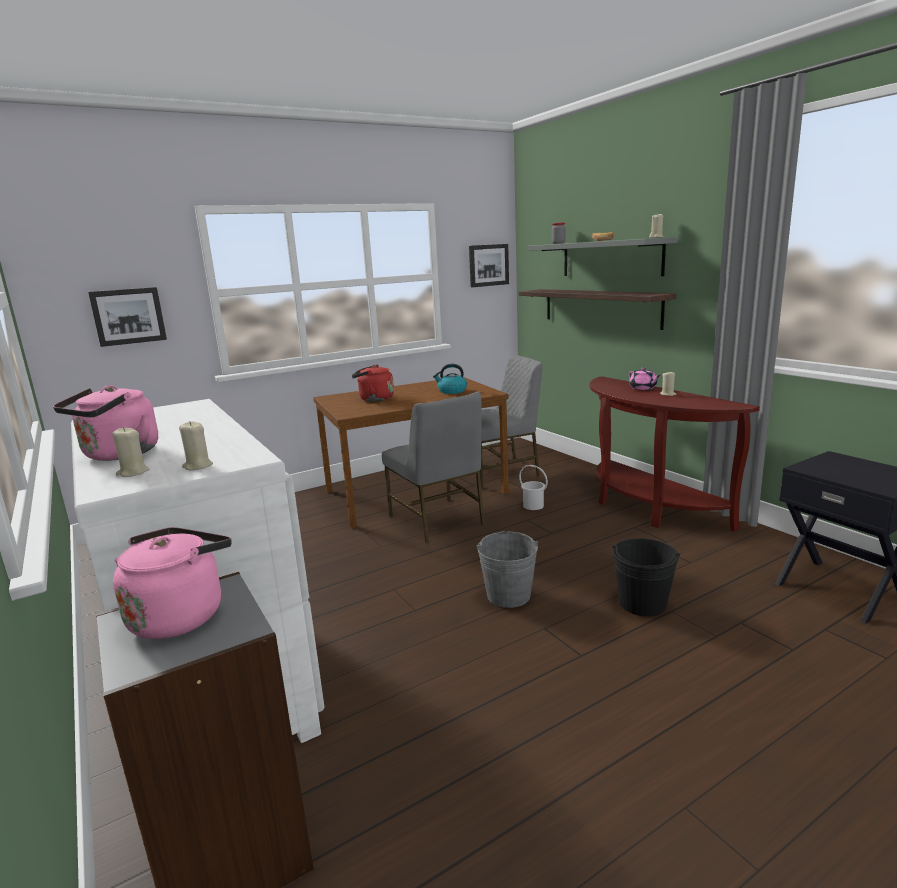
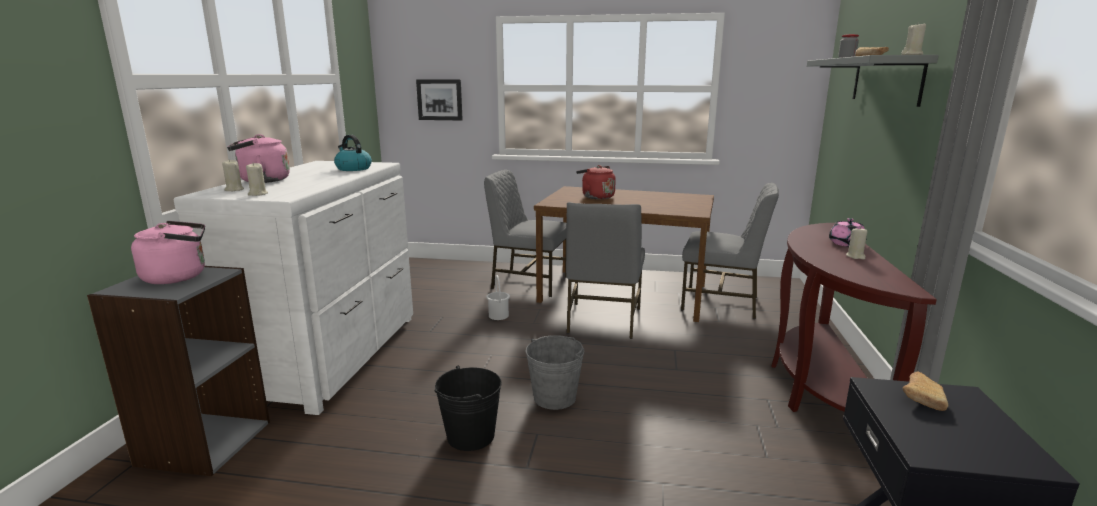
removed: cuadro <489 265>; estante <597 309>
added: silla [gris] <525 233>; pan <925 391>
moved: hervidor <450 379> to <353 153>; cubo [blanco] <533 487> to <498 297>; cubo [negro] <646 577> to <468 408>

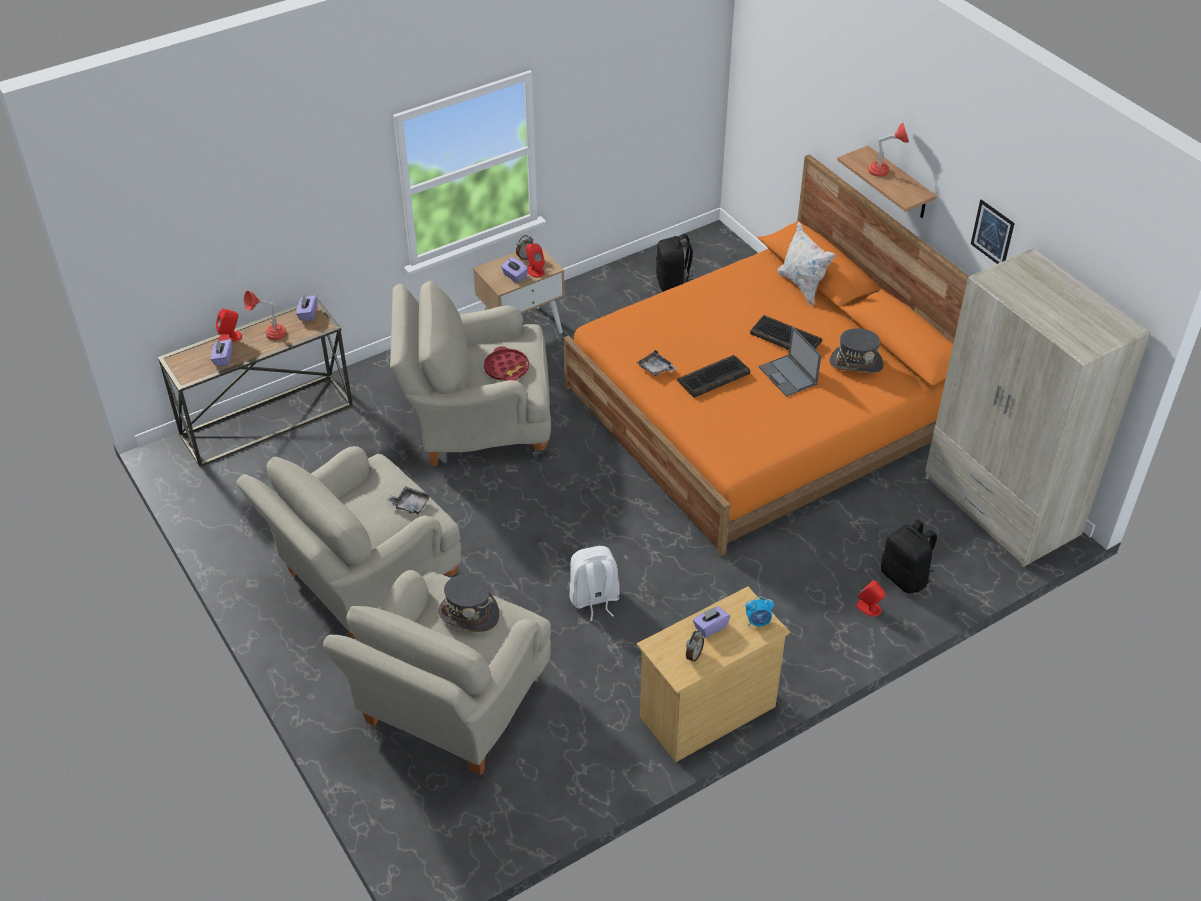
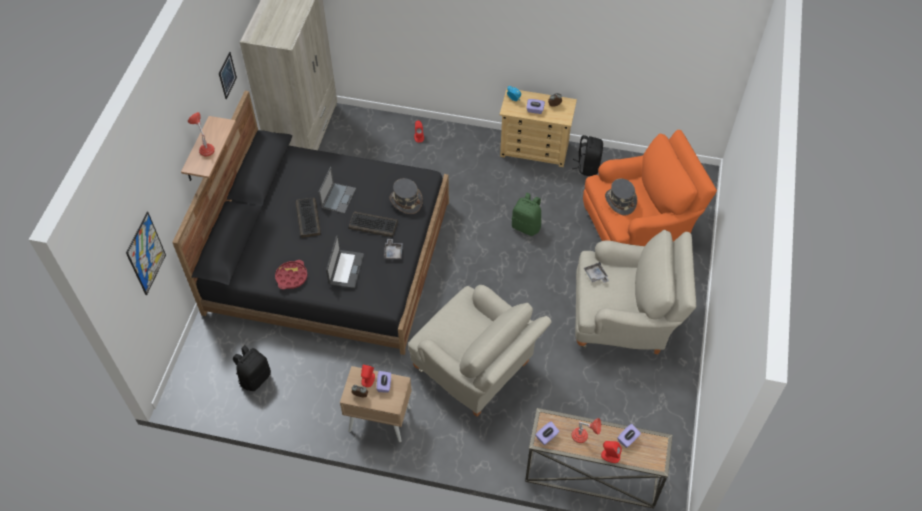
removed: cojín [blanco] <806 264>
added: cuadro <146 253>; portátil <345 262>
moved: bandeja [rojo] <506 363> to <291 275>; sombrero [gris] <856 350> to <406 196>; mochila [negro] <909 556> to <587 155>
recoloured: sillón [beis] <437 672> to sillón [naranja] <650 188>; cama [naranja] <766 355> to cama [negro] <310 223>; mochila [blanco] <594 583> to mochila [verde] <526 214>

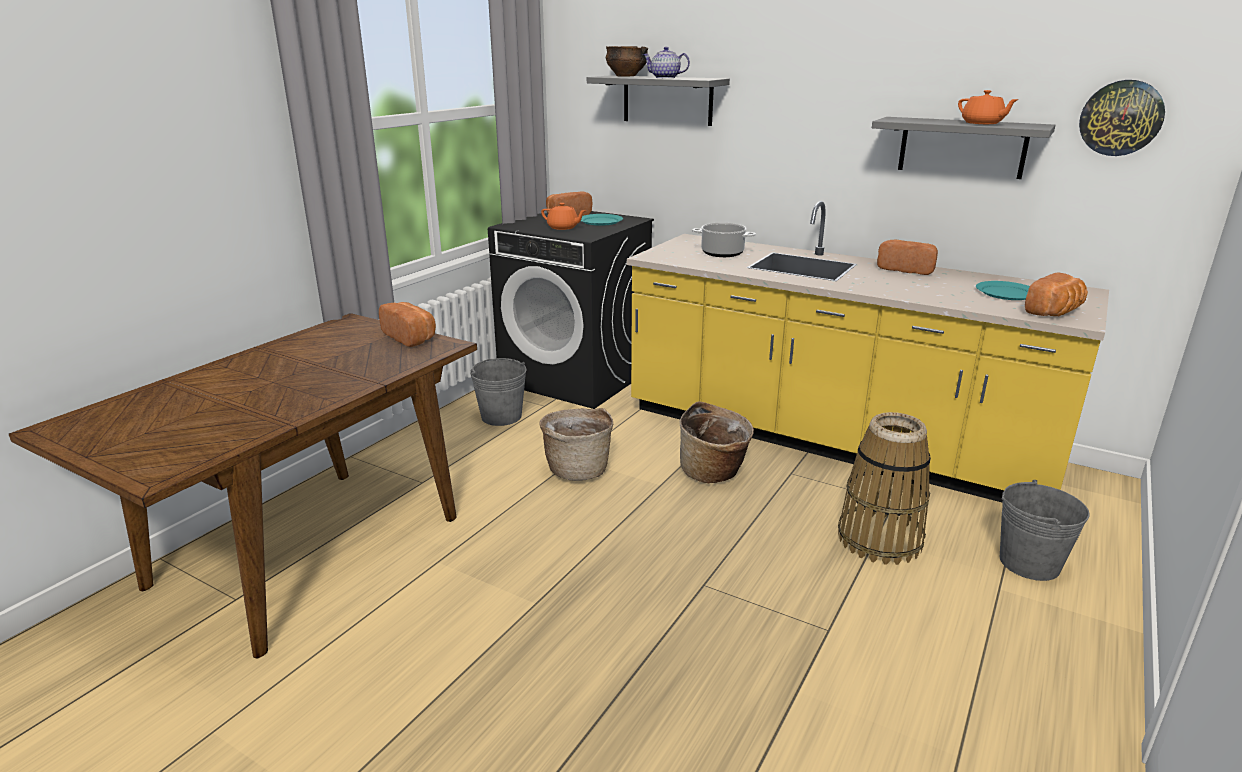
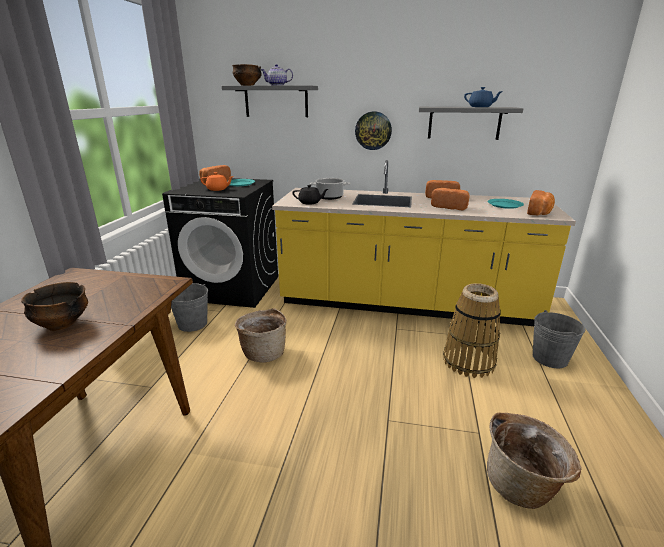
added: cuenco <54 306>; tetera [negro] <310 194>
moved: pan <407 324> to <450 199>; cesta <717 442> to <534 461>; reloj de pared <1122 118> to <373 130>
recoloured: tetera [naranja] <988 107> to tetera [azul] <483 97>

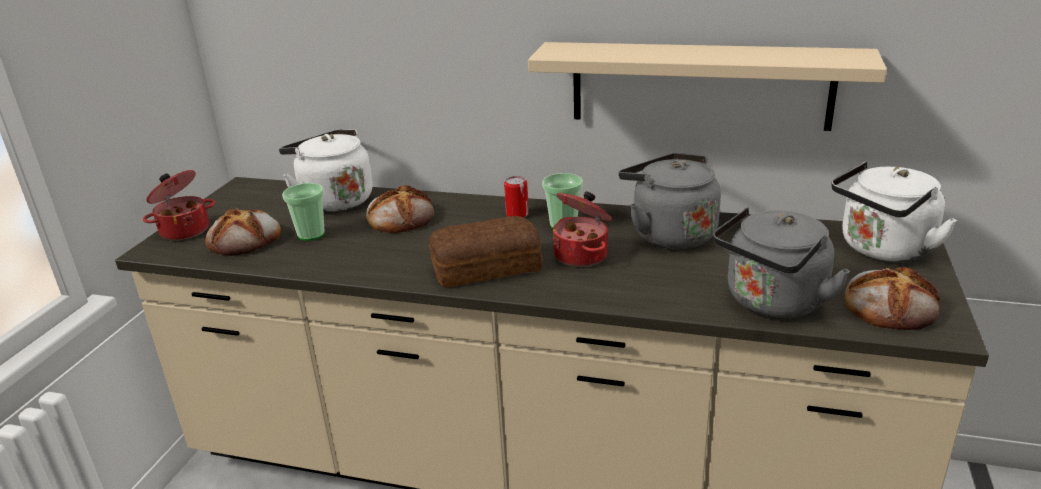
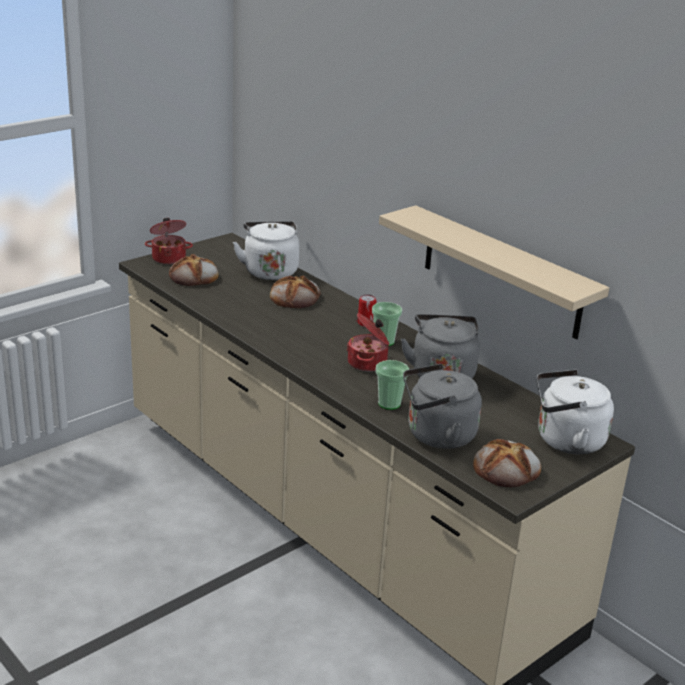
removed: pan <486 252>
moved: taza <303 212> to <392 385>

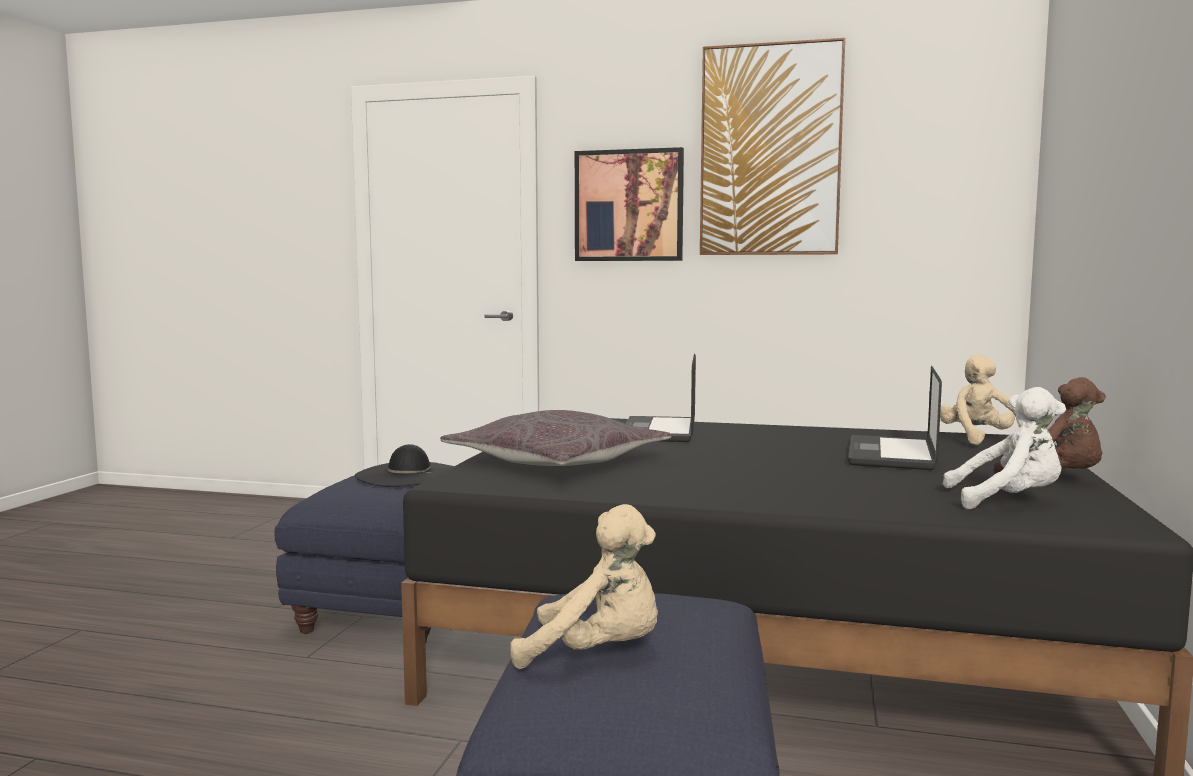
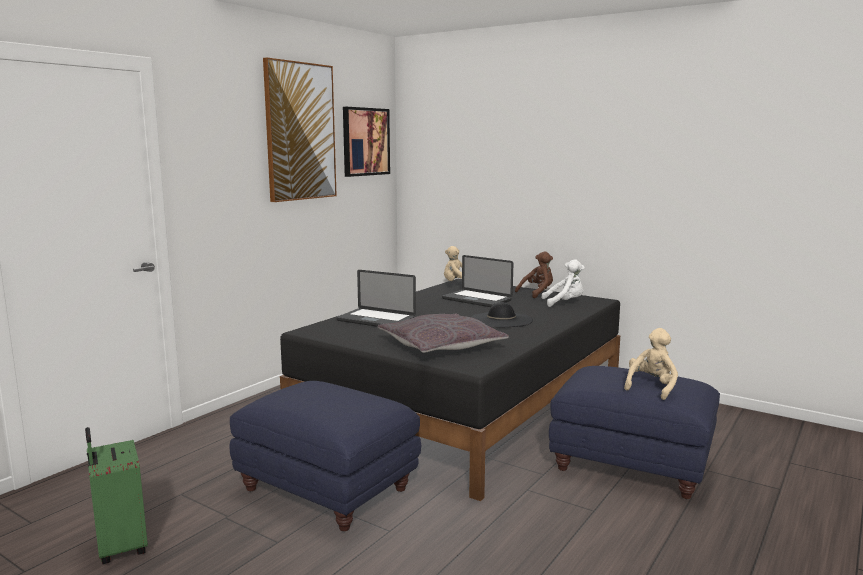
added: maleta [verde] <116 495>
moved: sombrero [negro] <404 465> to <502 315>; cuadro <629 204> to <366 142>
turned: peluche [blanco] <1004 448> = <563 283> 60 degrees clockwise

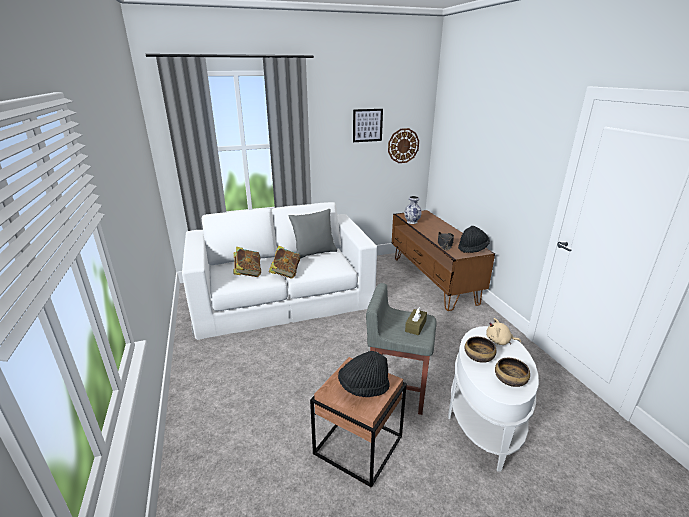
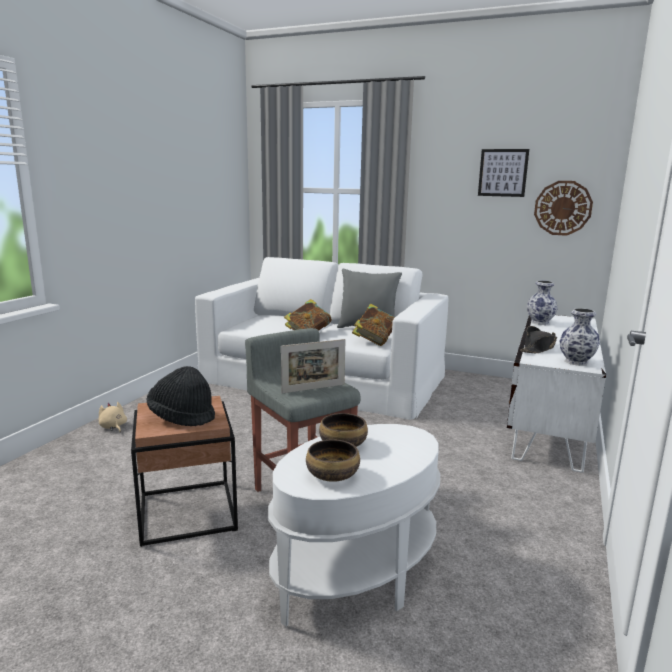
moved: libro <247 262> to <373 325>; peluche [beis] <503 331> to <113 417>
replaced: caja de pañuelos [marrón] <416 321> to portarretratos <313 366>; sombrero [negro] <474 239> to florero <580 337>
recoloured: mueble de televisión [marrón] <443 260> to mueble de televisión [blanco] <556 394>

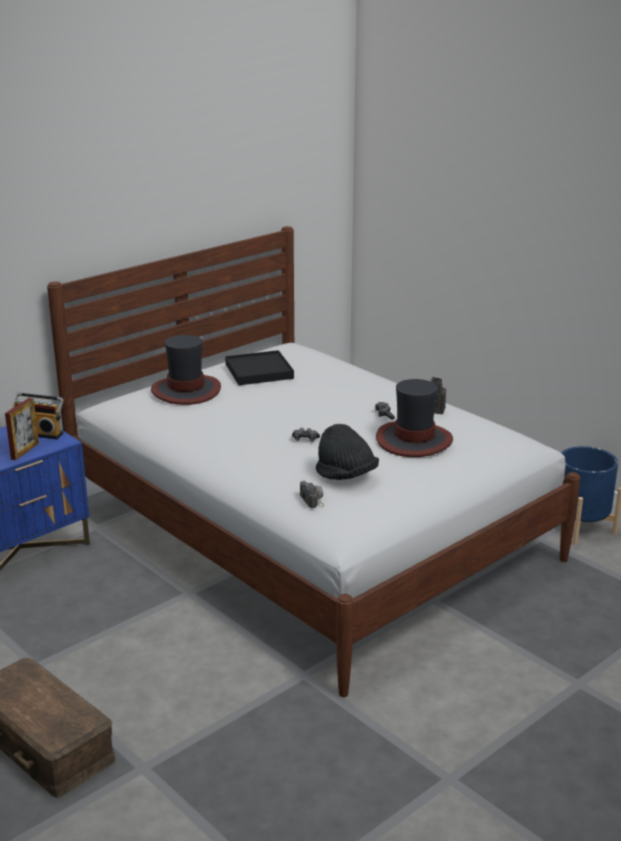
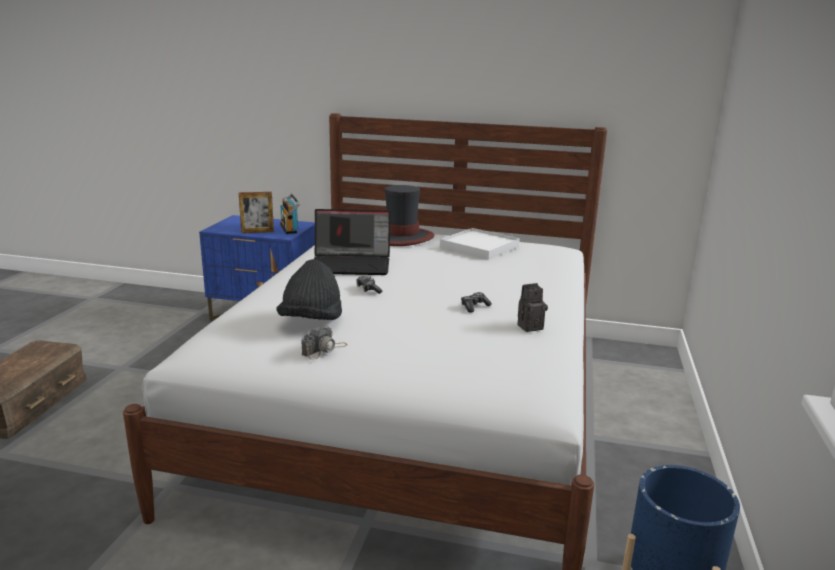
removed: sombrero <414 418>
added: portátil <352 242>
moved: cámara <312 494> to <324 343>
recoloured: bandeja [negro] <259 367> to bandeja [blanco] <480 244>

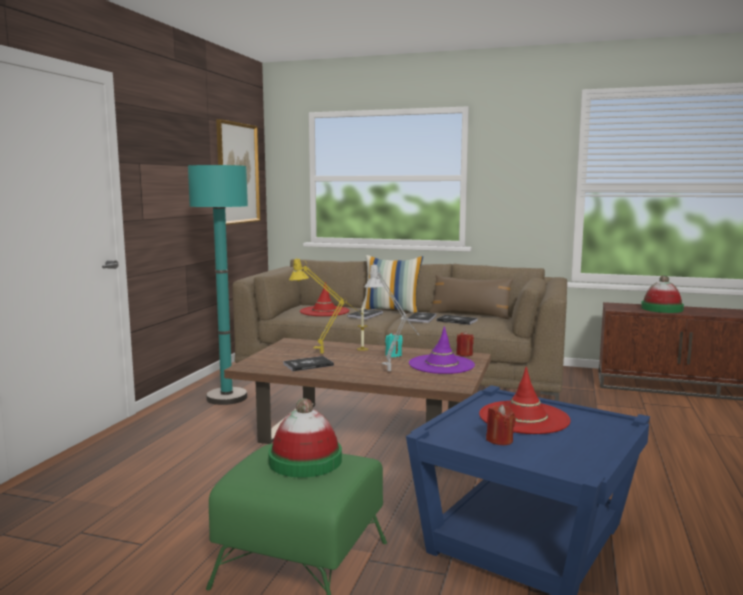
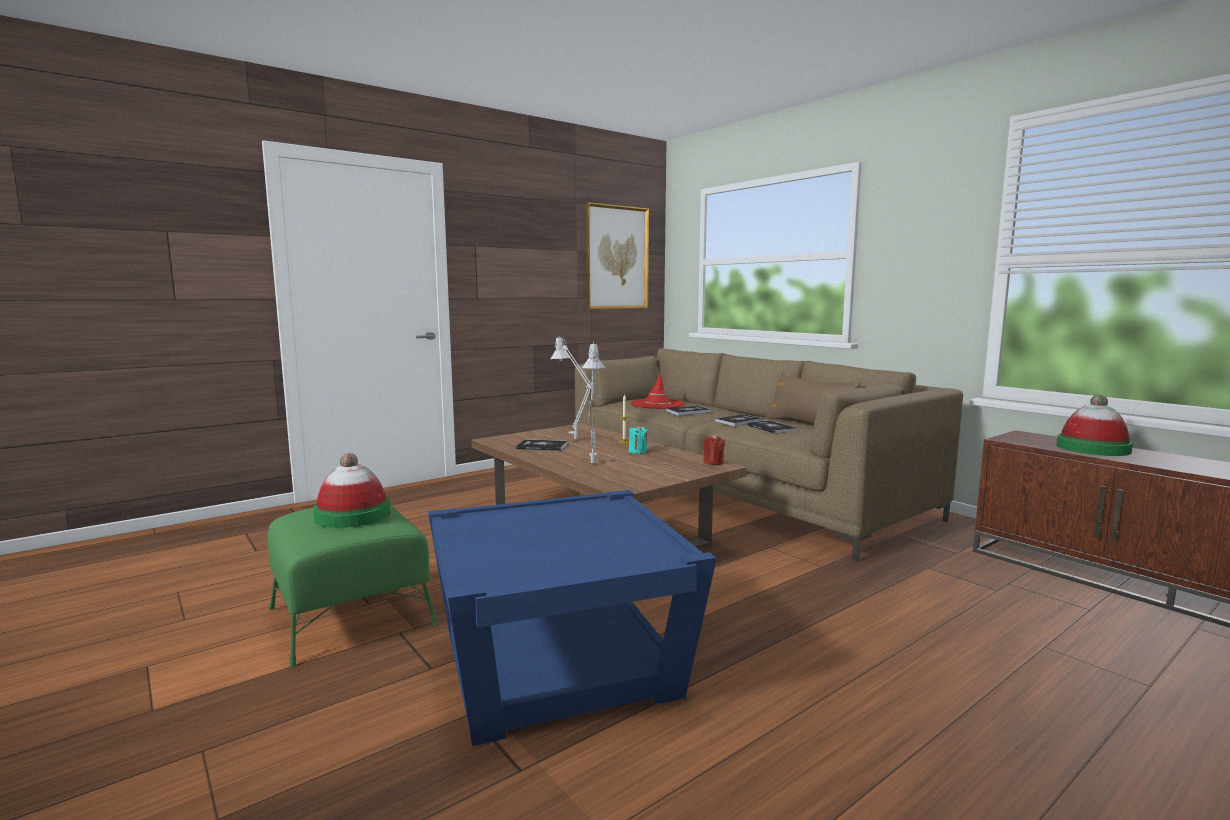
removed: lámpara de pie [turquesa] <218 285>; cojín <392 284>; sombrero [morado] <442 350>; sombrero [rojo] <525 400>; vela [rojo] <501 424>
recoloured: lámpara de mesa [amarillo] <326 305> to lámpara de mesa [gris] <578 388>

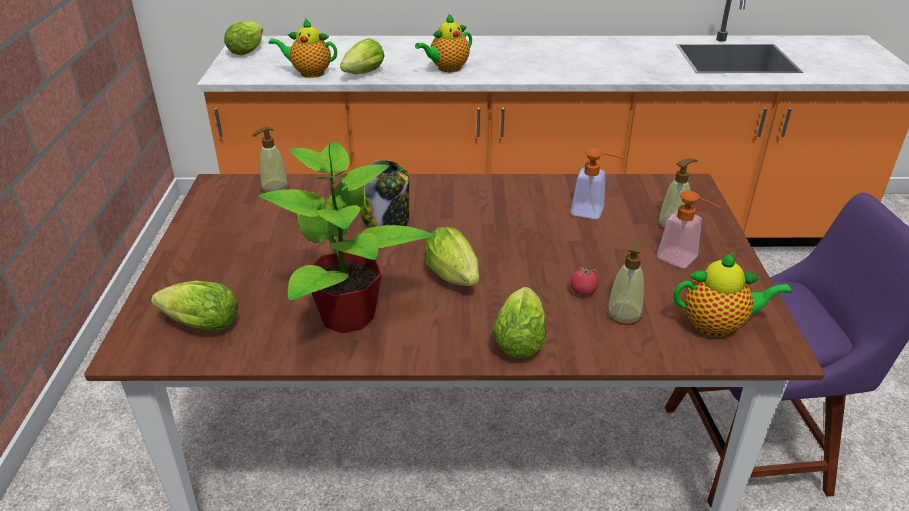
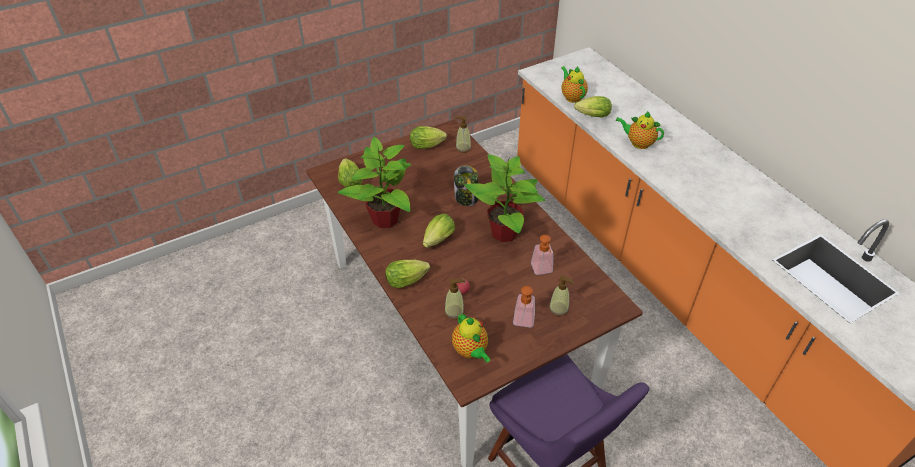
added: planta en maceta <504 198>
moved: lechuga <243 38> to <428 137>

